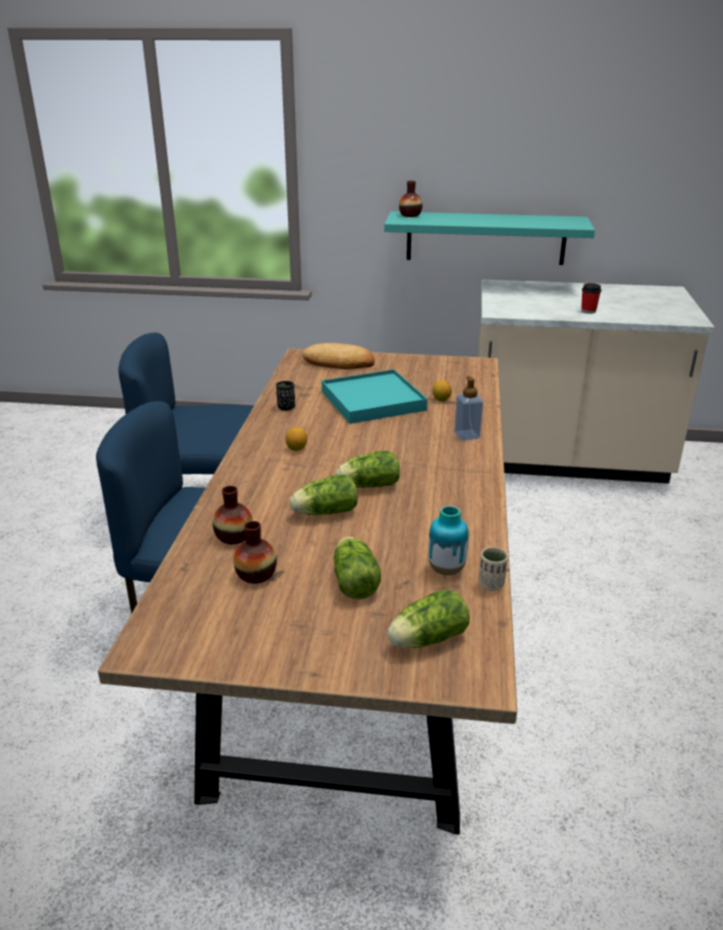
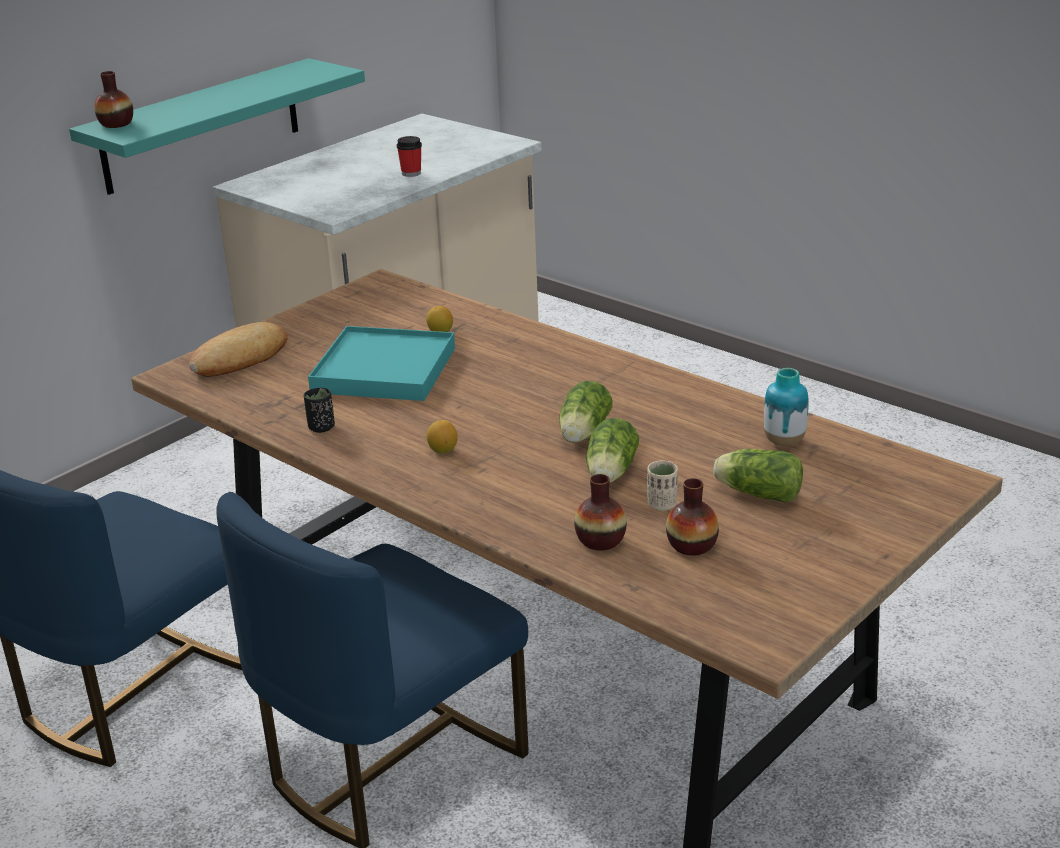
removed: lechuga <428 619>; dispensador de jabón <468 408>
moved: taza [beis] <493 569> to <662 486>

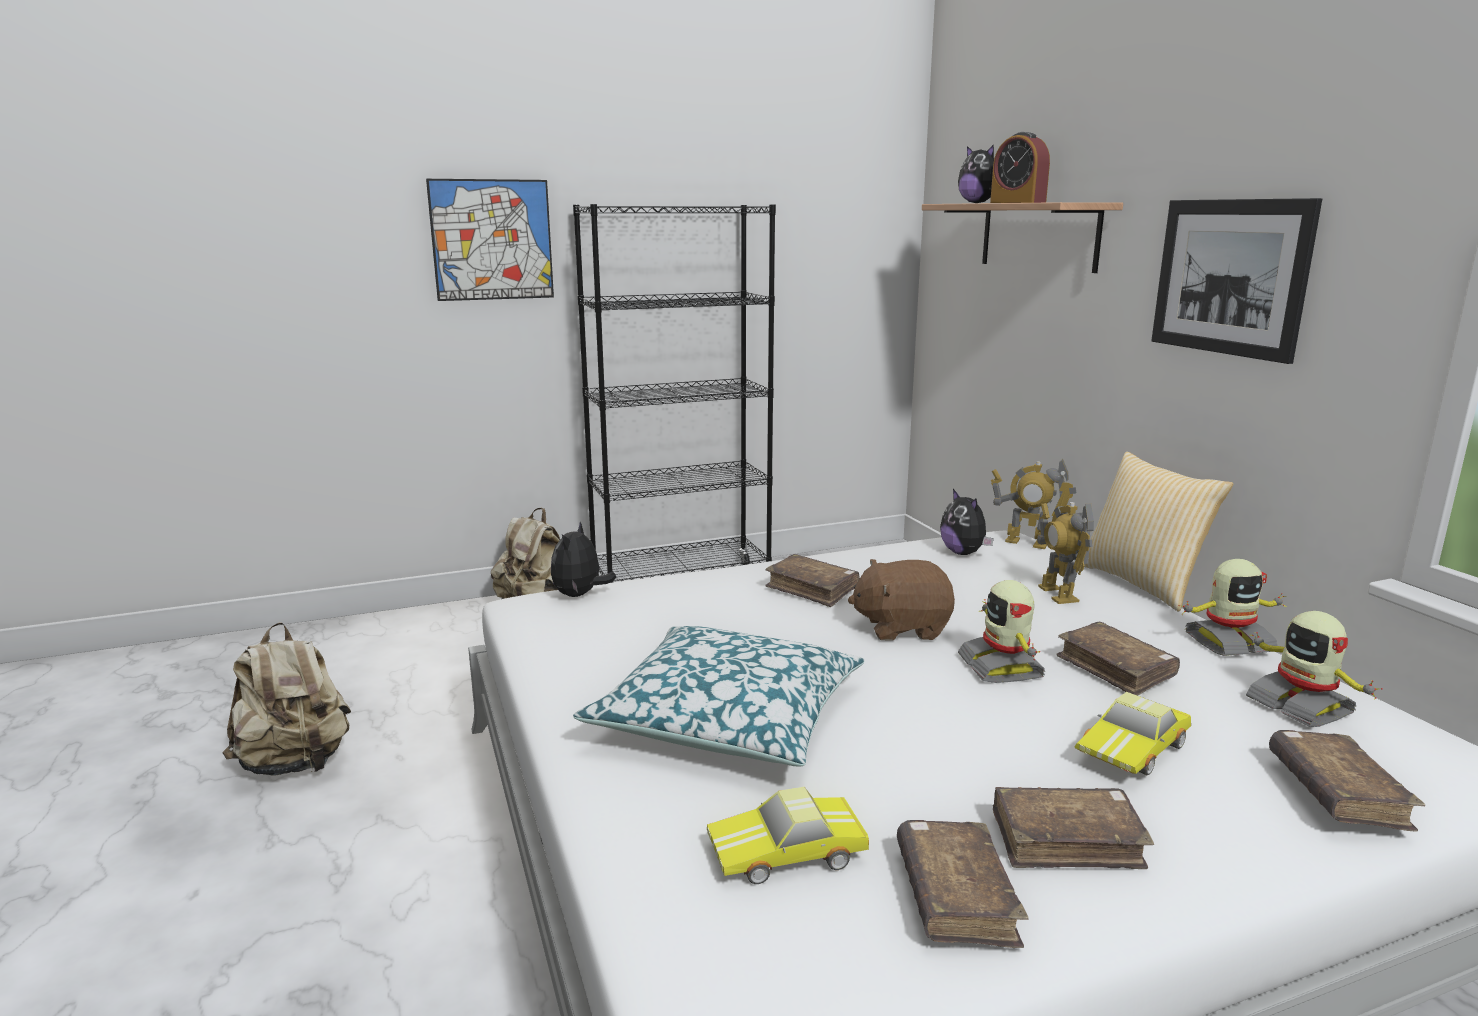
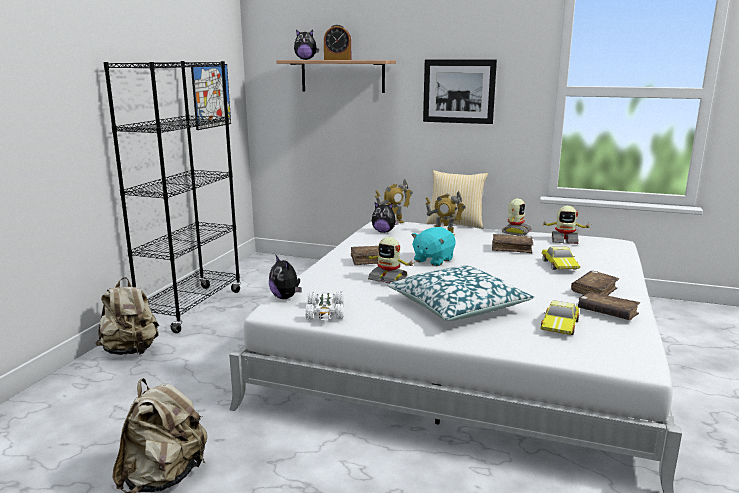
removed: libro [marrón] <1347 781>
added: coche de juguete [blanco] <324 305>
moved: cuadro <490 240> to <211 97>; robot de juguete <1001 631> to <390 260>
recoloured: peluche [marrón] <901 600> to peluche [turquesa] <433 246>

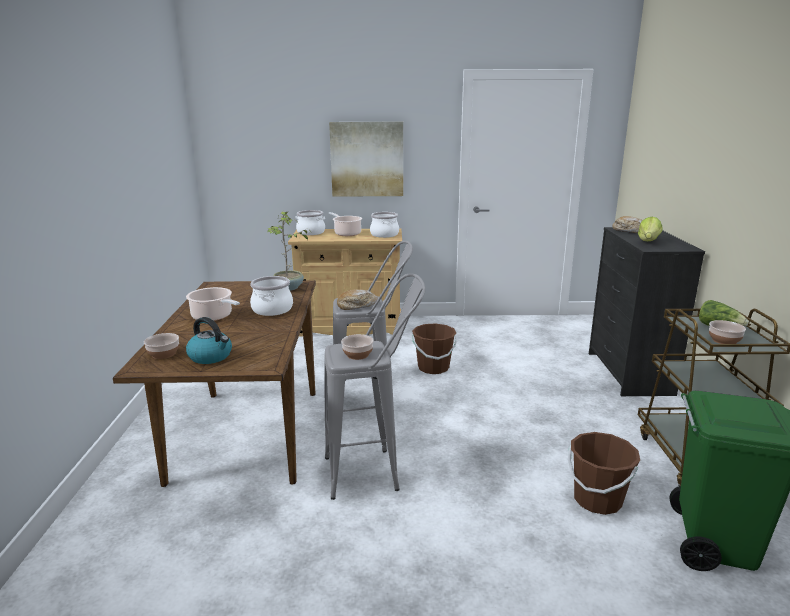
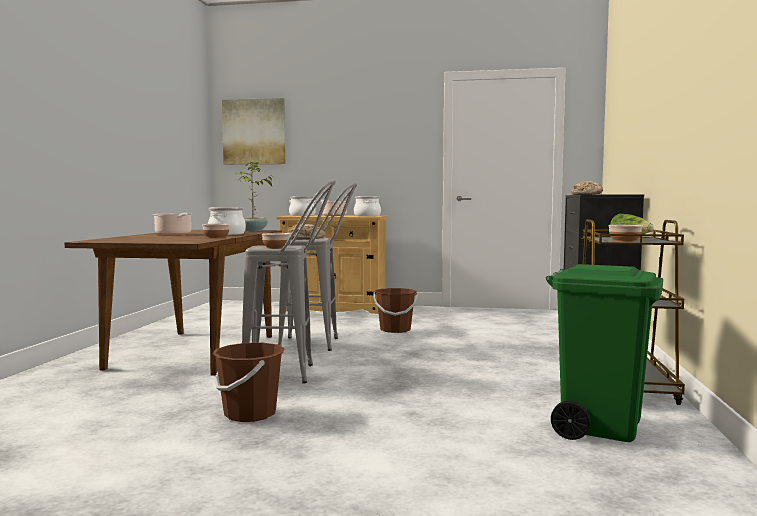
removed: hervidor <209 340>; lechuga <650 229>
moved: cuenco <161 346> to <216 231>; cuadro <366 159> to <253 131>; cubo [marrón] <604 473> to <248 382>

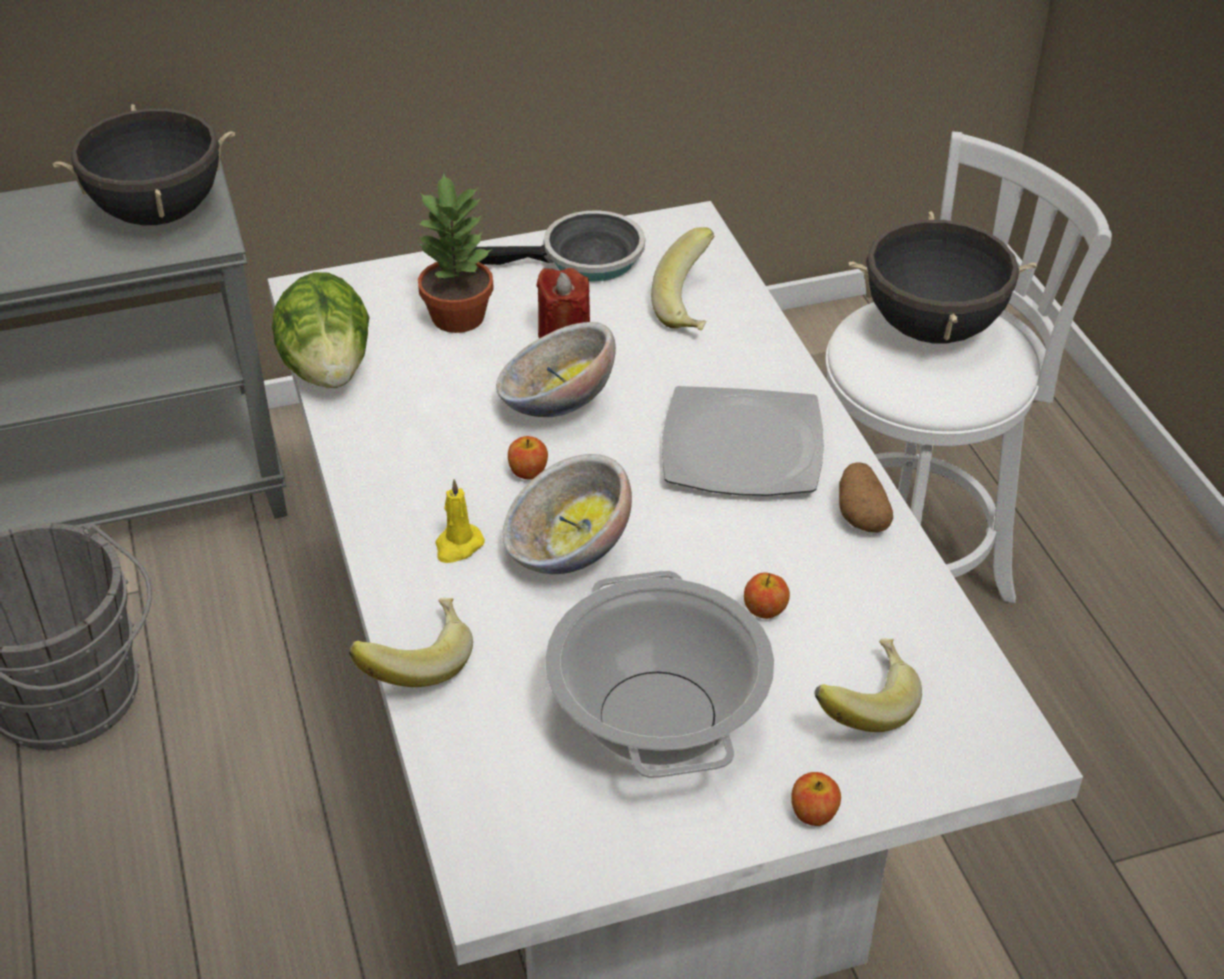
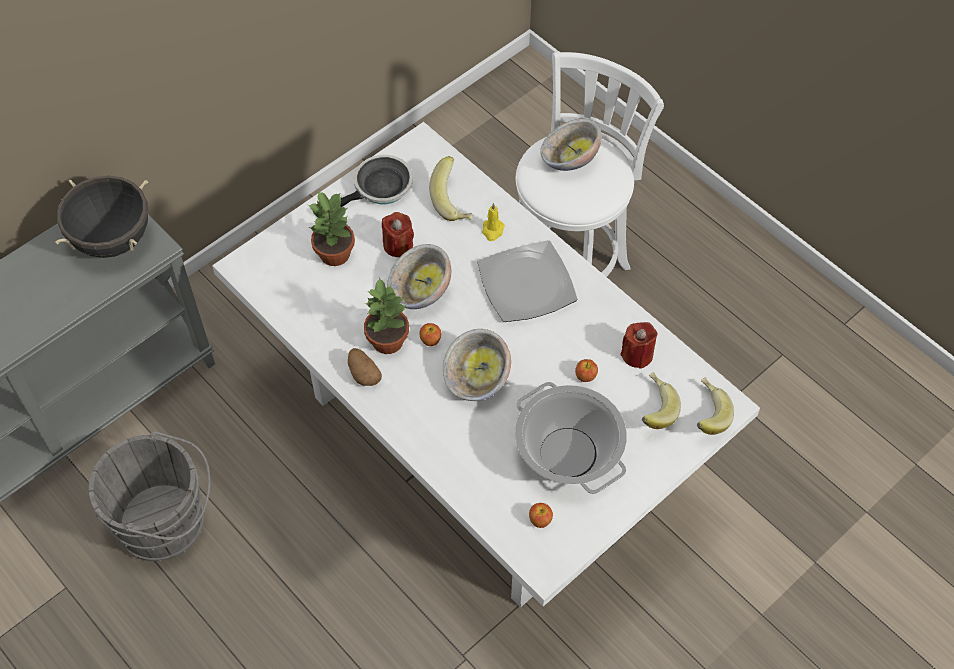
removed: lechuga <321 330>
added: planta en maceta <386 315>; vela [rojo] <639 345>
moved: plátano <411 642> to <715 406>; vela [amarillo] <460 521> to <493 222>; manzana <816 799> to <541 515>; patata <866 497> to <365 367>
replaced: olla [negro] <943 277> to cuenco <571 145>

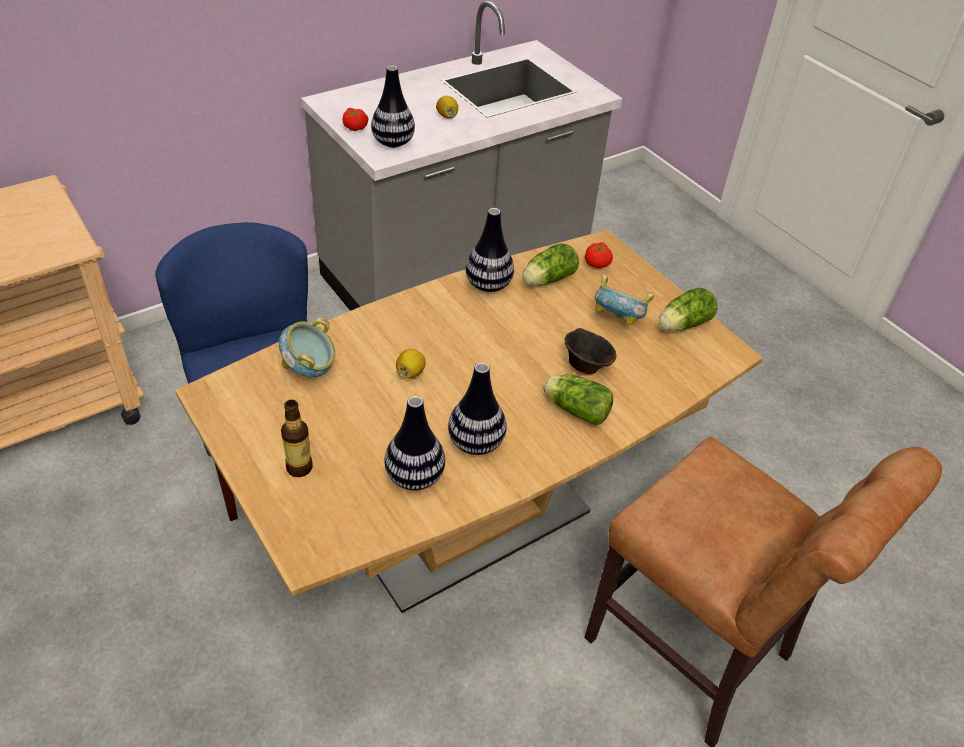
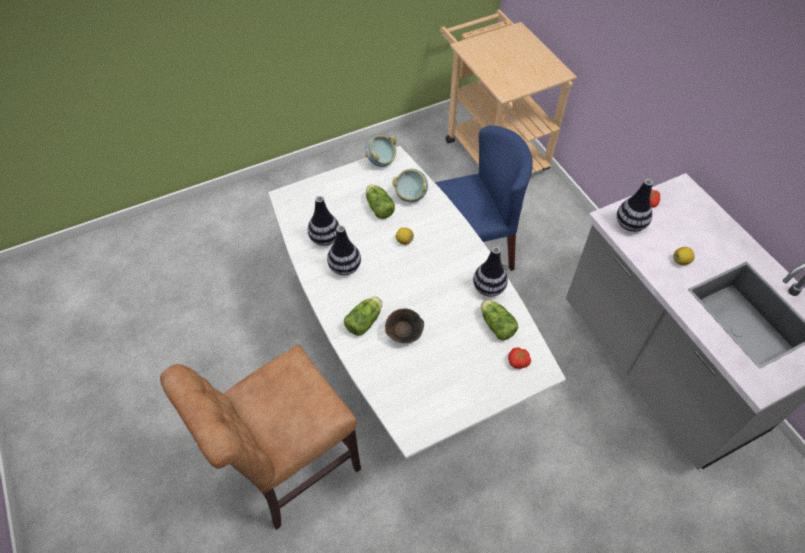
removed: botella <297 438>
moved: cuenco <624 299> to <381 151>; lechuga <688 309> to <380 202>
recoloured: mesa de comedor [marrón] <469 421> to mesa de comedor [blanco] <417 302>

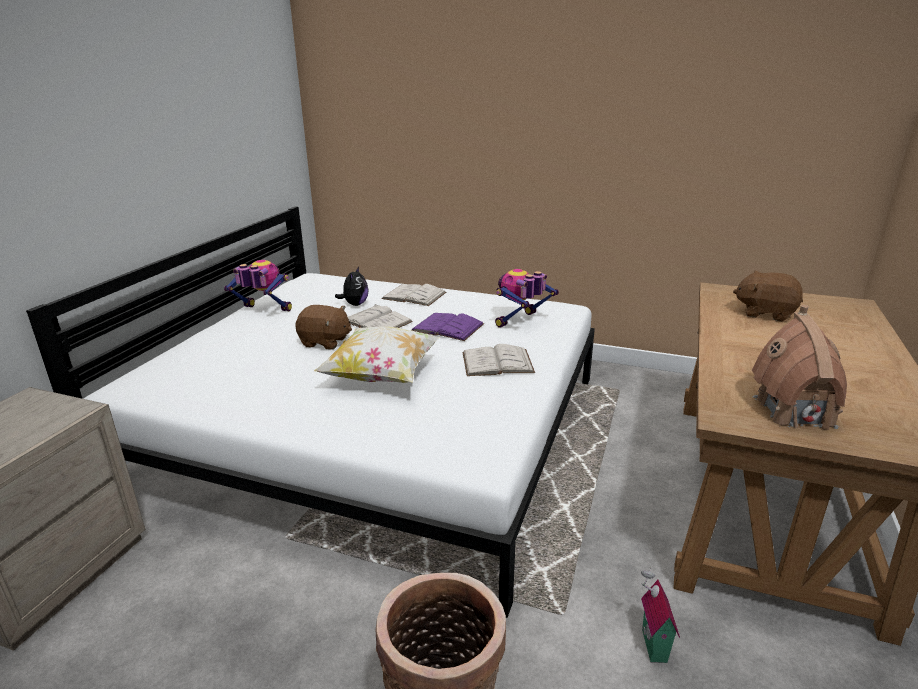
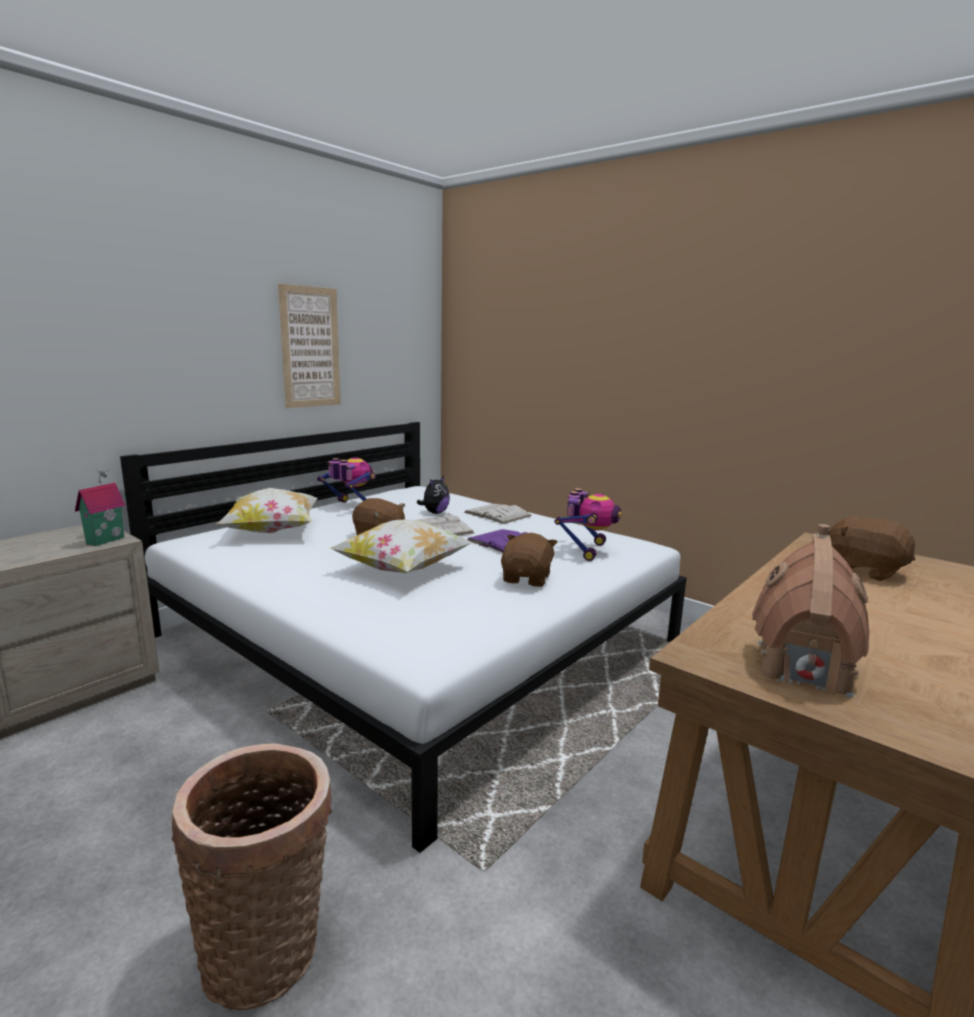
added: cojín <267 510>; cuadro <309 346>
moved: casita <660 615> to <100 507>
replaced: libro [blanco] <499 360> to peluche [marrón] <529 560>
turned: robot de juguete <527 298> = <588 524> 135 degrees clockwise

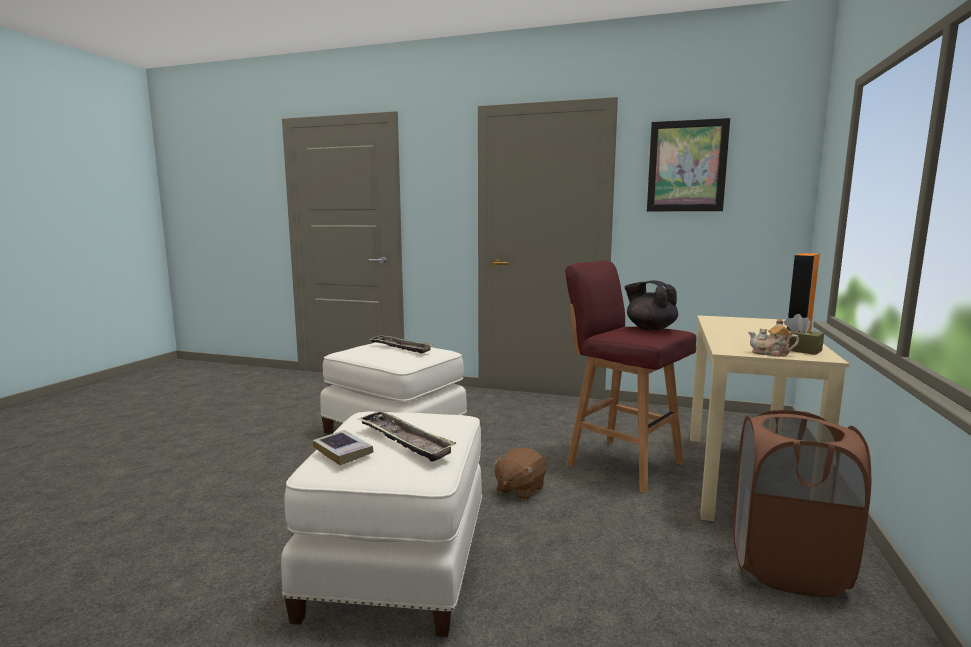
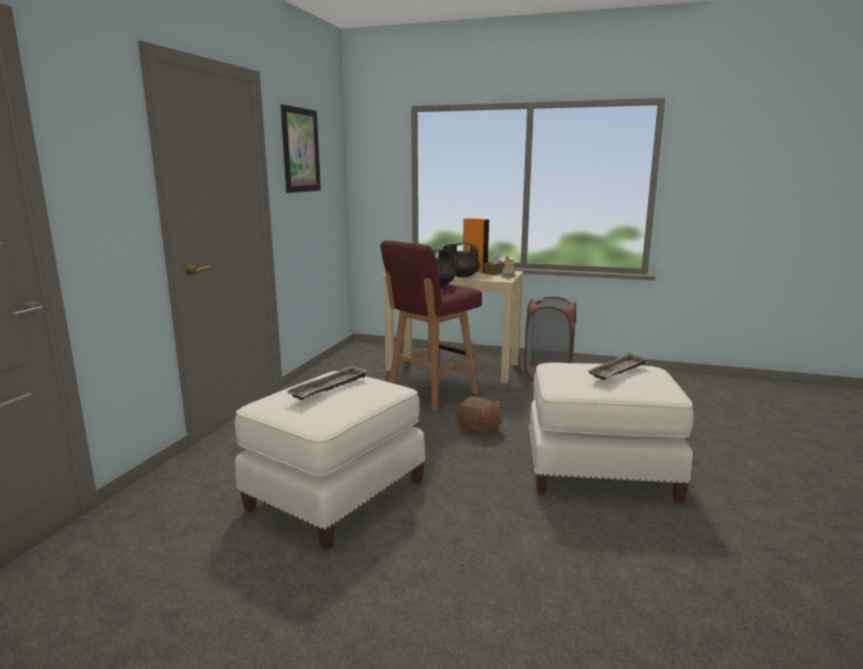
removed: libro <343 447>
added: tetera [negro] <461 259>

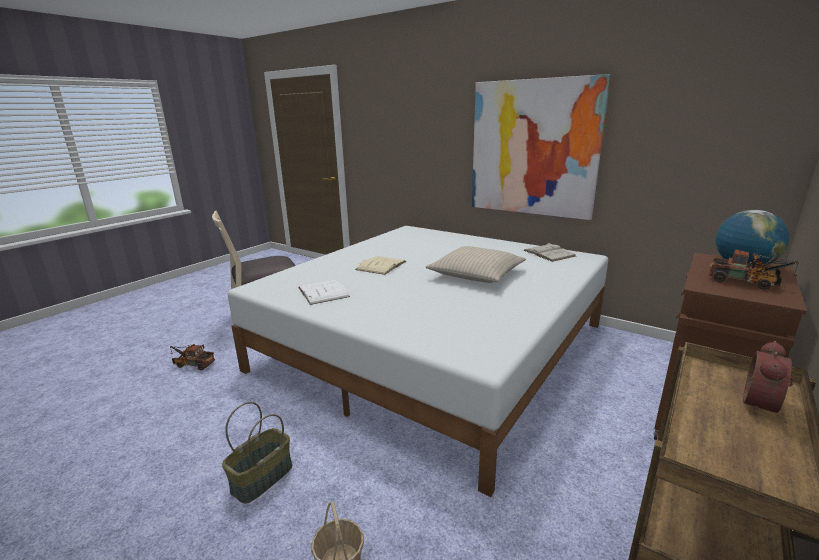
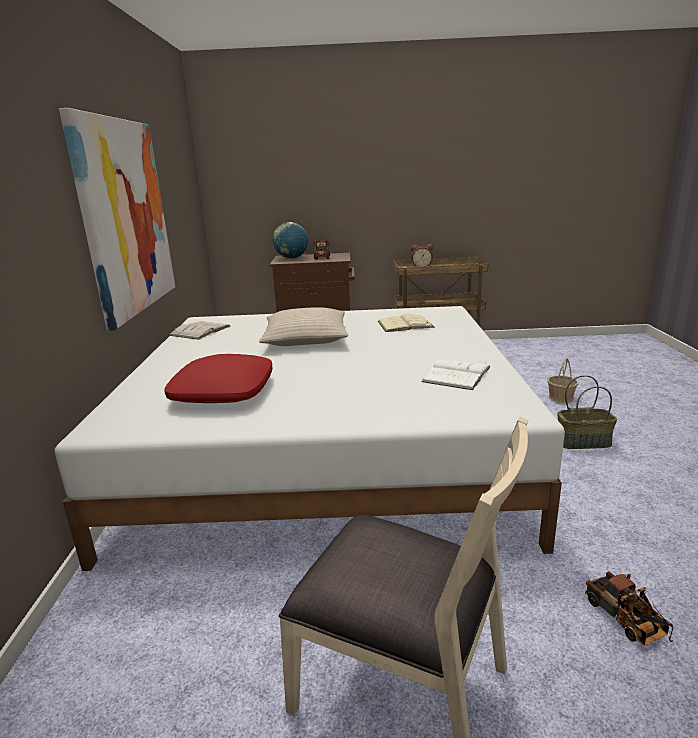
added: cojín [rojo] <218 378>
moved: libro [beis] <380 265> to <406 322>

